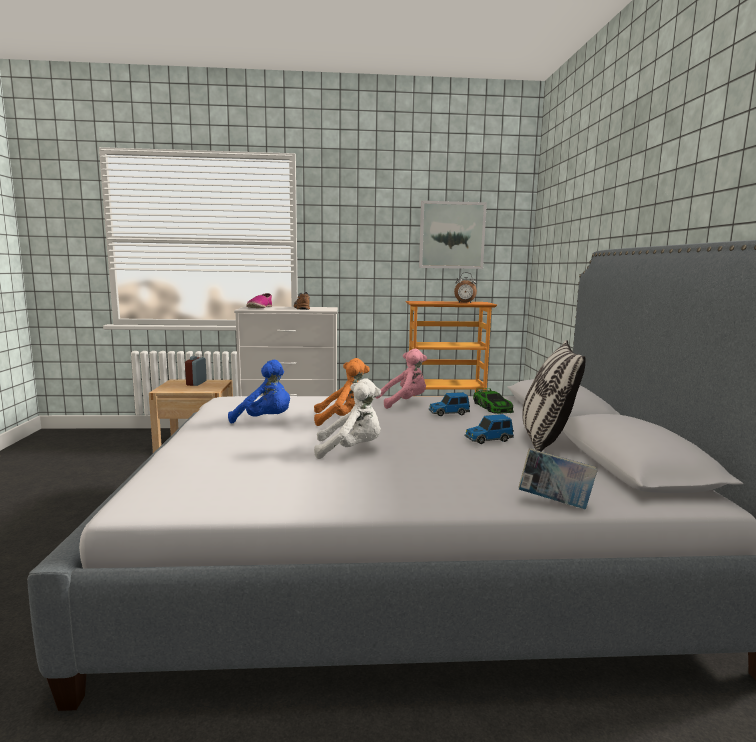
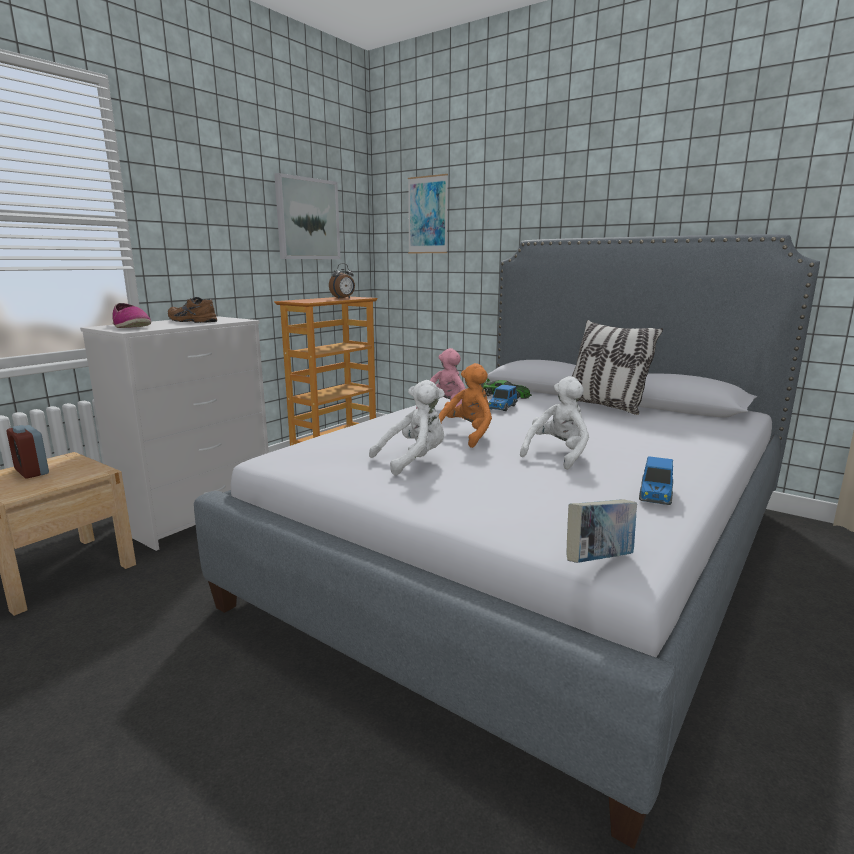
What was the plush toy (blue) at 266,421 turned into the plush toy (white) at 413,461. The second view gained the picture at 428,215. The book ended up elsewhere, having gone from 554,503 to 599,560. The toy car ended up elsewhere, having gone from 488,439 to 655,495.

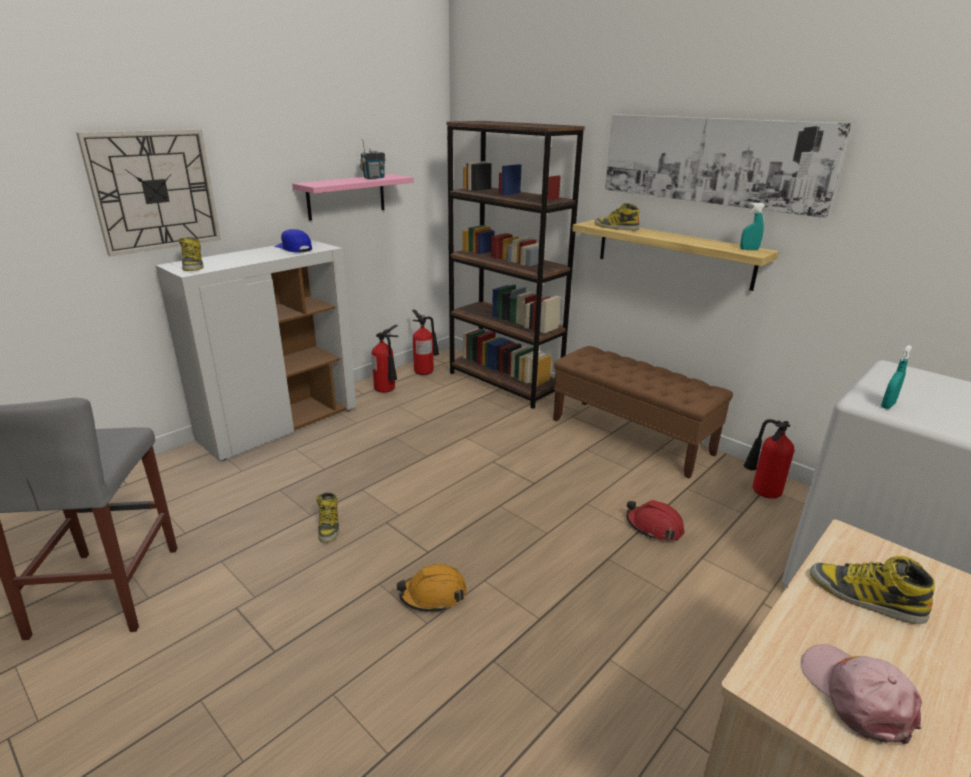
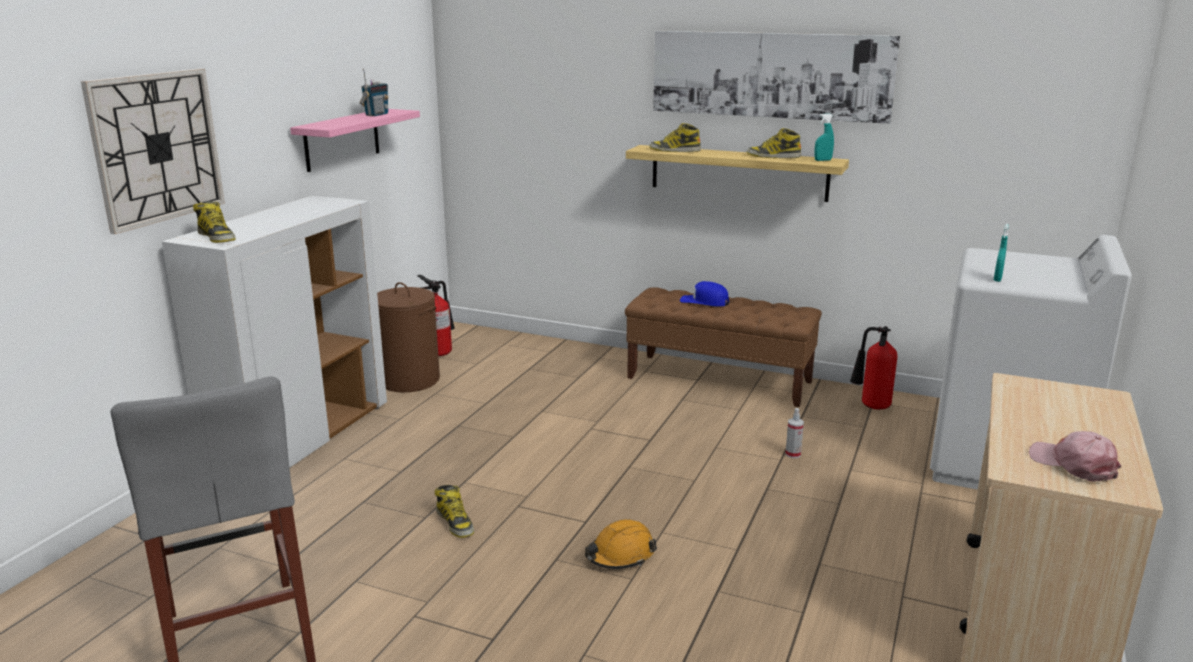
Where the fire extinguisher stood at 387,391, the laundry basket (brown) came to stand at 409,380. The cap (blue) ended up elsewhere, having gone from 294,248 to 704,301. The boot ended up elsewhere, having gone from 865,597 to 773,156. Where the hard hat (red) stood at 654,527, the spray bottle came to stand at 793,454. The second view lost the bookcase (brown) at 504,383.

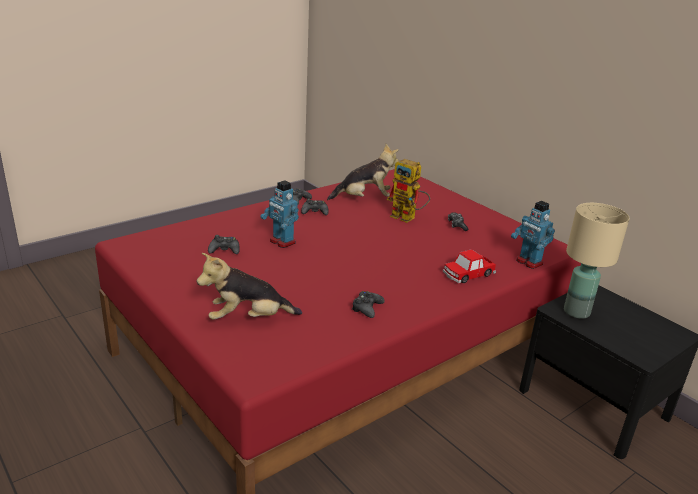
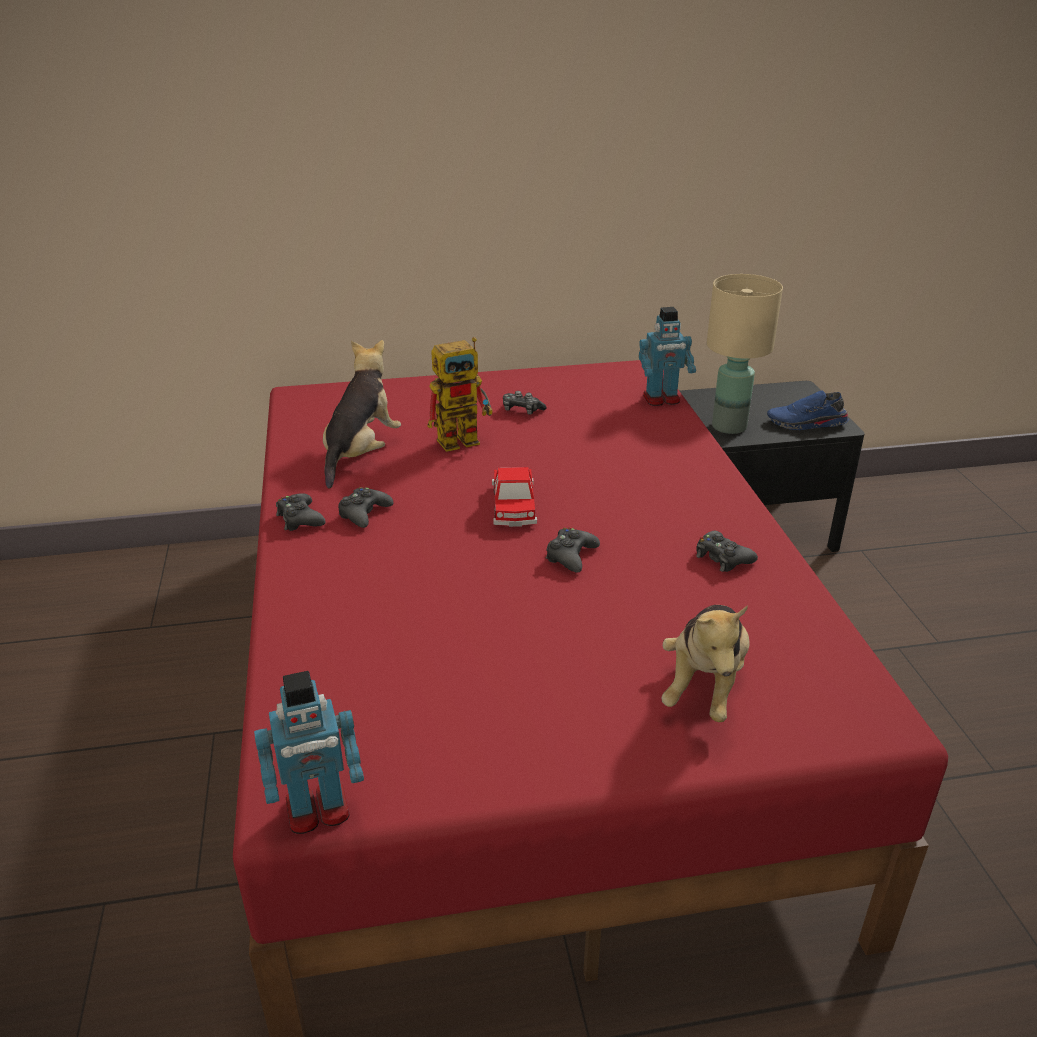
The toy robot ended up elsewhere, having gone from 282,242 to 318,811. The toy car ended up elsewhere, having gone from 468,274 to 514,506. The game controller (black) ended up elsewhere, having gone from 224,250 to 571,556. The second view gained the shoe (blue) at 806,424.

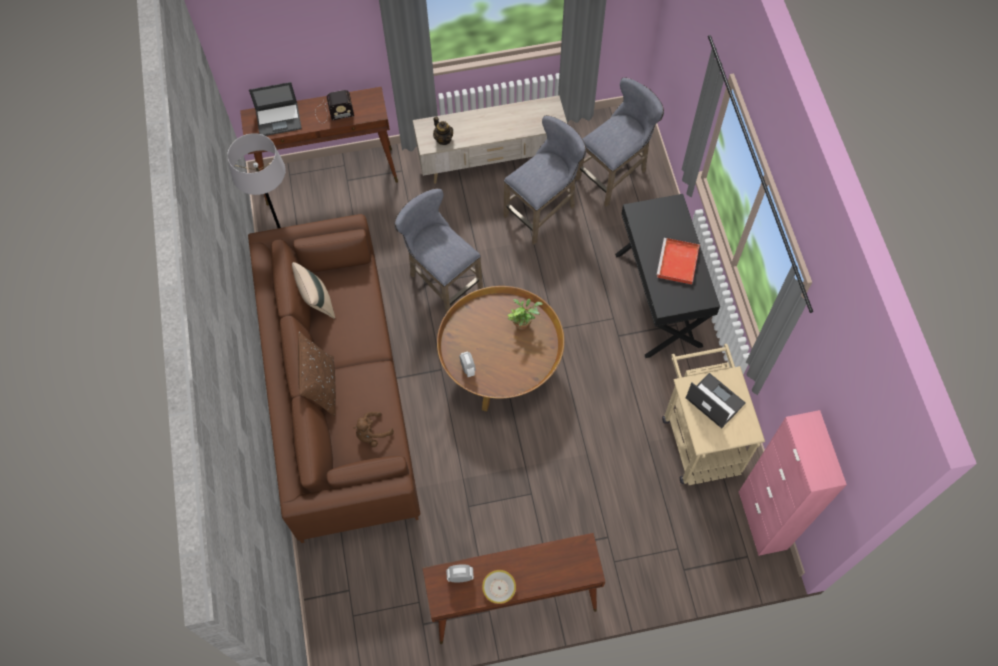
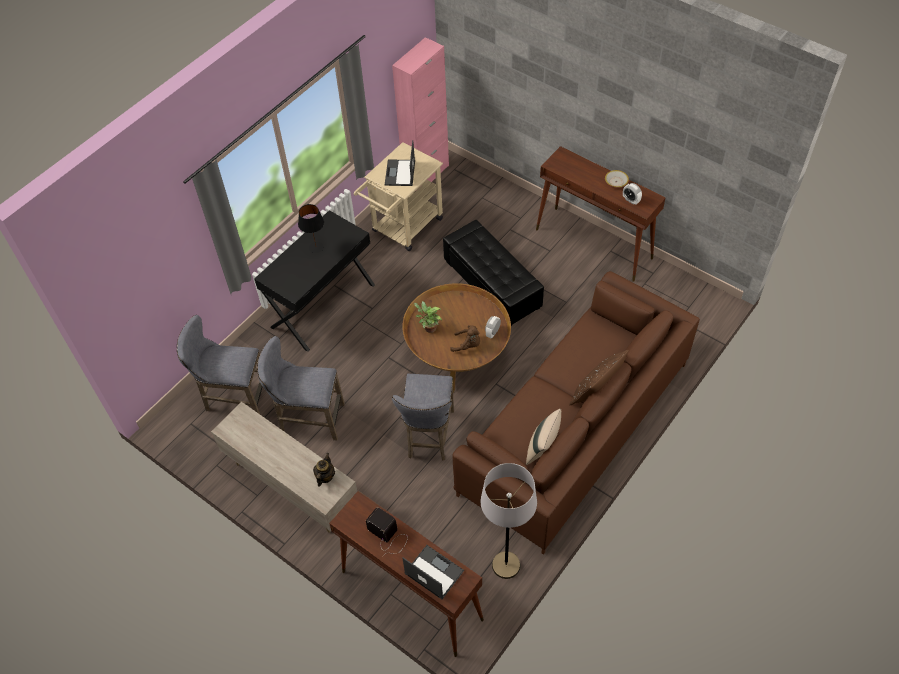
Where the tray (red) stood at 678,263, the table lamp (black) came to stand at 316,247. The second view gained the ottoman (black) at 492,284. The plush toy (brown) ended up elsewhere, having gone from 372,434 to 467,345.

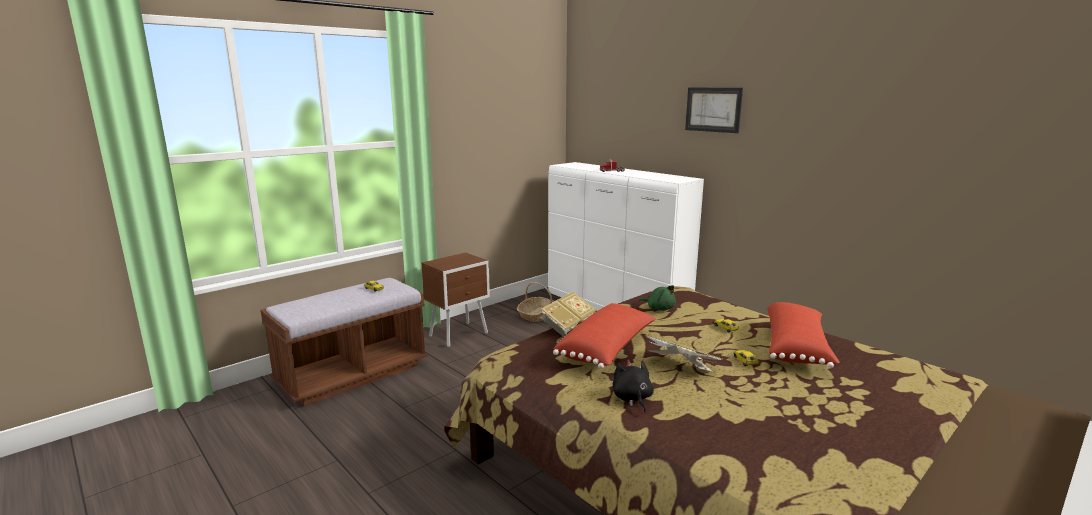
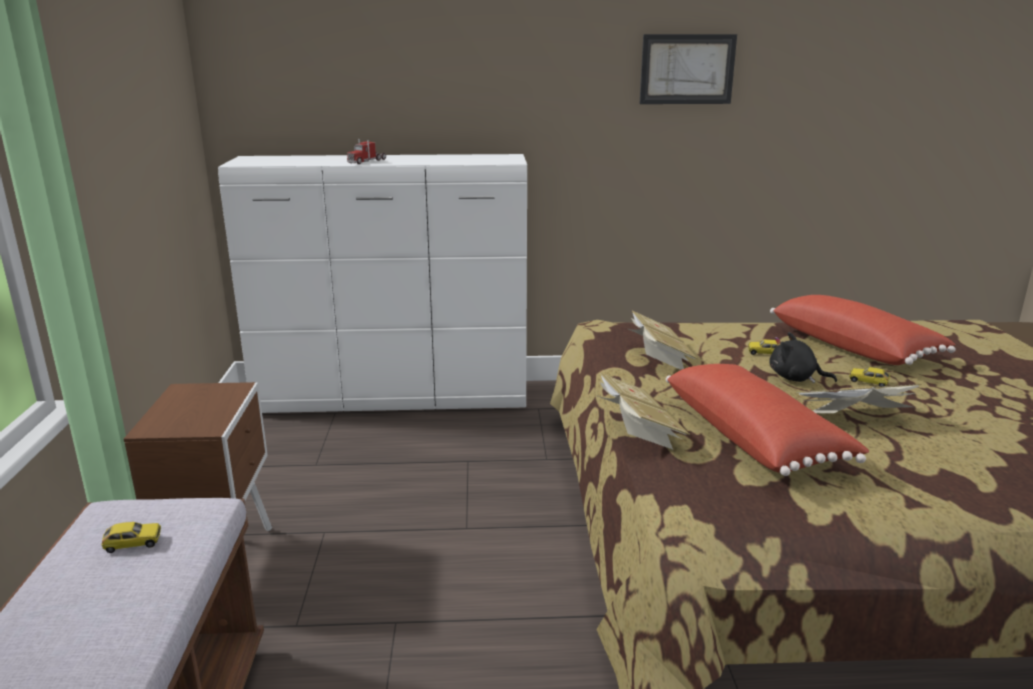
Where the plush toy (green) stood at 659,308, the book came to stand at 658,358. The picture ended up elsewhere, having gone from 713,109 to 687,69. The plush toy (black) ended up elsewhere, having gone from 632,399 to 795,378. The second view lost the basket at 538,315.

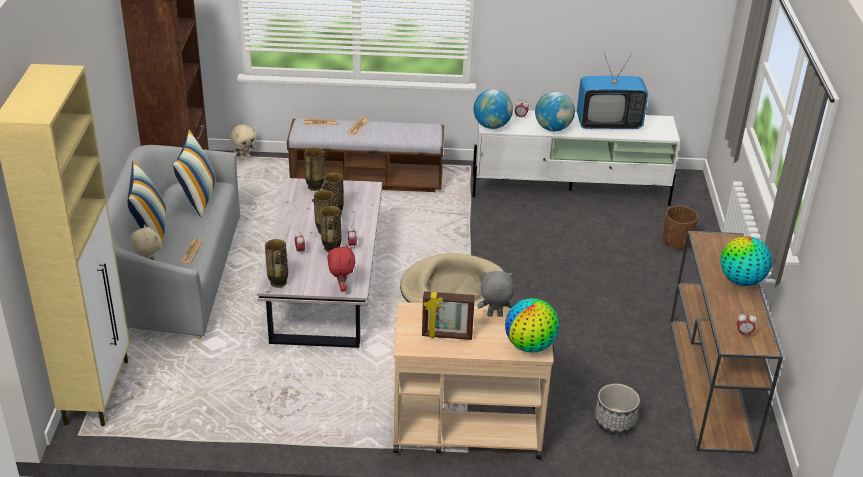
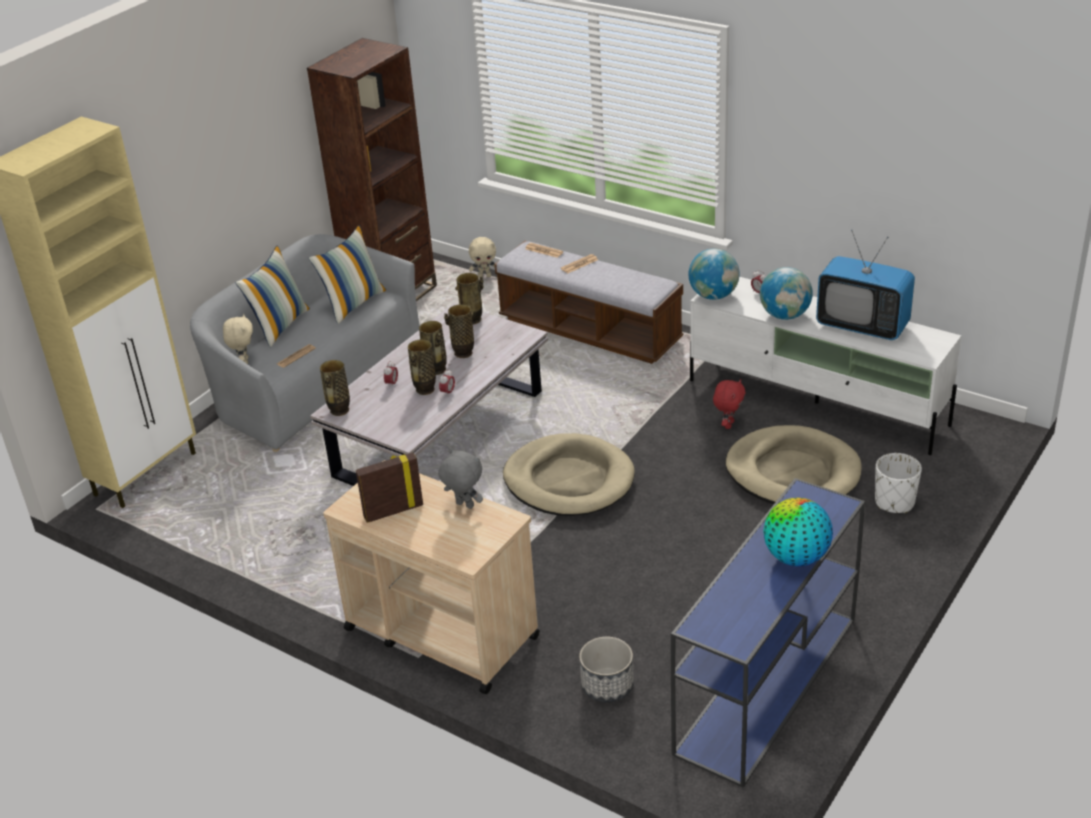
The picture frame at 447,336 ended up facing another way, 120 degrees clockwise from before. What was the console table (brown) at 711,385 turned into the console table (blue) at 766,686. The plush toy (red) ended up elsewhere, having gone from 341,287 to 728,424. The second view gained the dog bed (beige) at 793,472. What was the planter (brown) at 677,241 turned into the planter (white) at 894,502. The second view lost the globe at 530,345. The second view lost the alarm clock at 744,333.

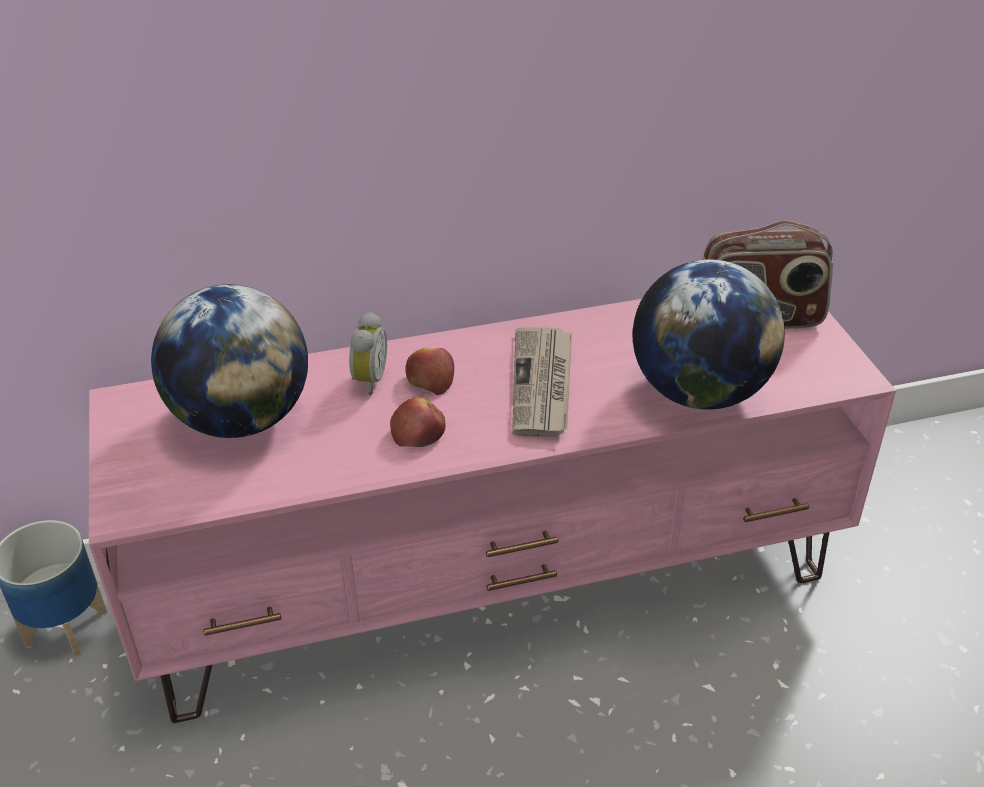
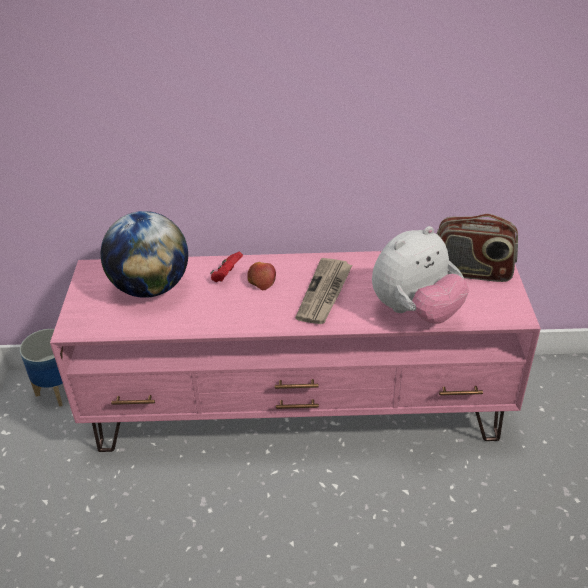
Where the alarm clock stood at 367,380, the game controller (red) came to stand at 226,276. Where the globe stood at 699,392, the plush toy came to stand at 415,311. The second view lost the apple at 419,432.

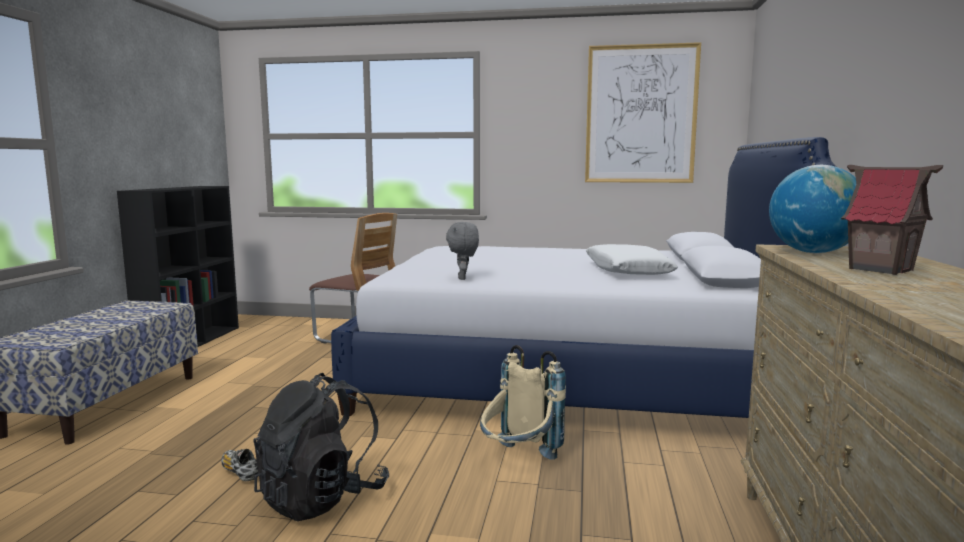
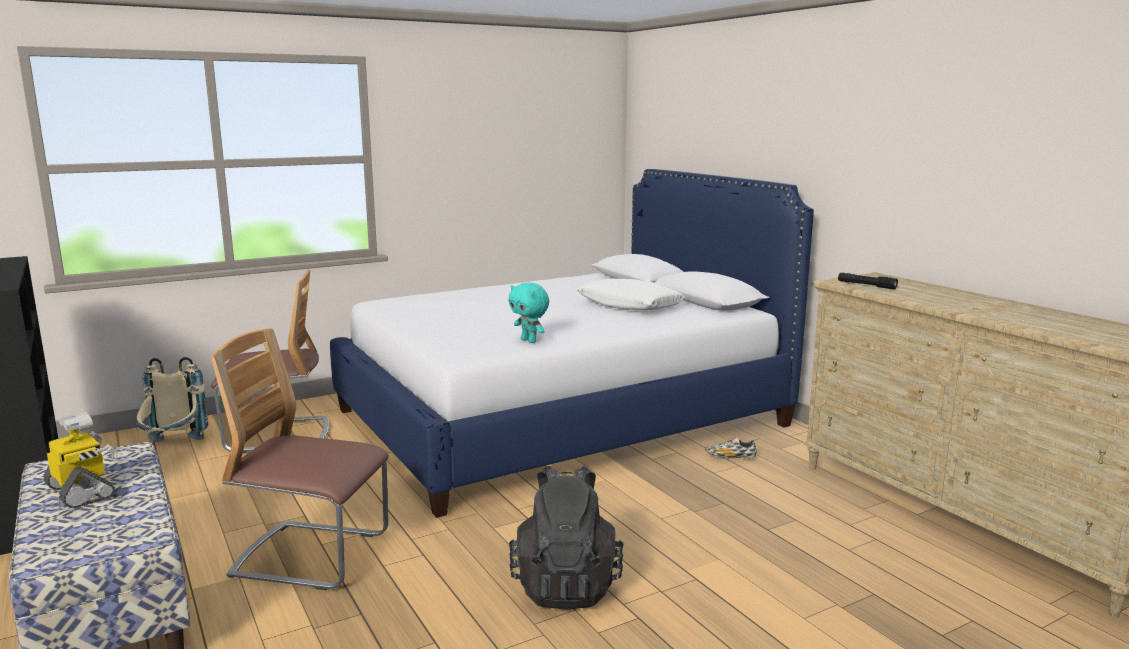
The second view gained the toy robot at 82,492. The backpack (beige) ended up elsewhere, having gone from 518,461 to 173,447. The second view gained the chair at 311,556. What was the plush toy (grey) at 463,278 turned into the plush toy (turquoise) at 529,341. The shoe ended up elsewhere, having gone from 240,472 to 730,457. Where the globe stood at 812,252, the flashlight (black) came to stand at 866,285. The second view lost the picture at 640,114. The second view lost the toy house at 881,269.

